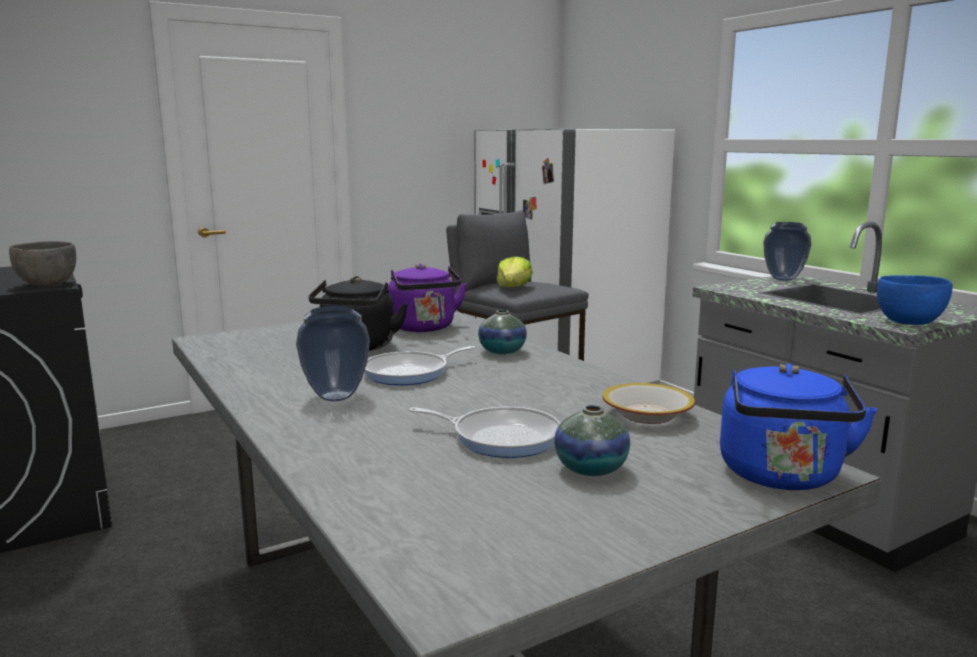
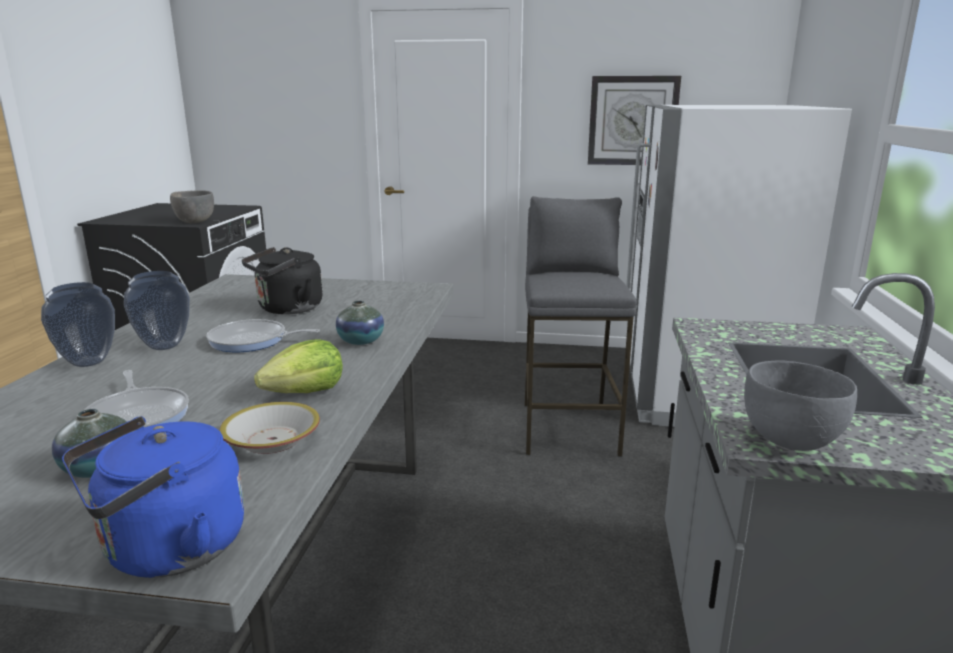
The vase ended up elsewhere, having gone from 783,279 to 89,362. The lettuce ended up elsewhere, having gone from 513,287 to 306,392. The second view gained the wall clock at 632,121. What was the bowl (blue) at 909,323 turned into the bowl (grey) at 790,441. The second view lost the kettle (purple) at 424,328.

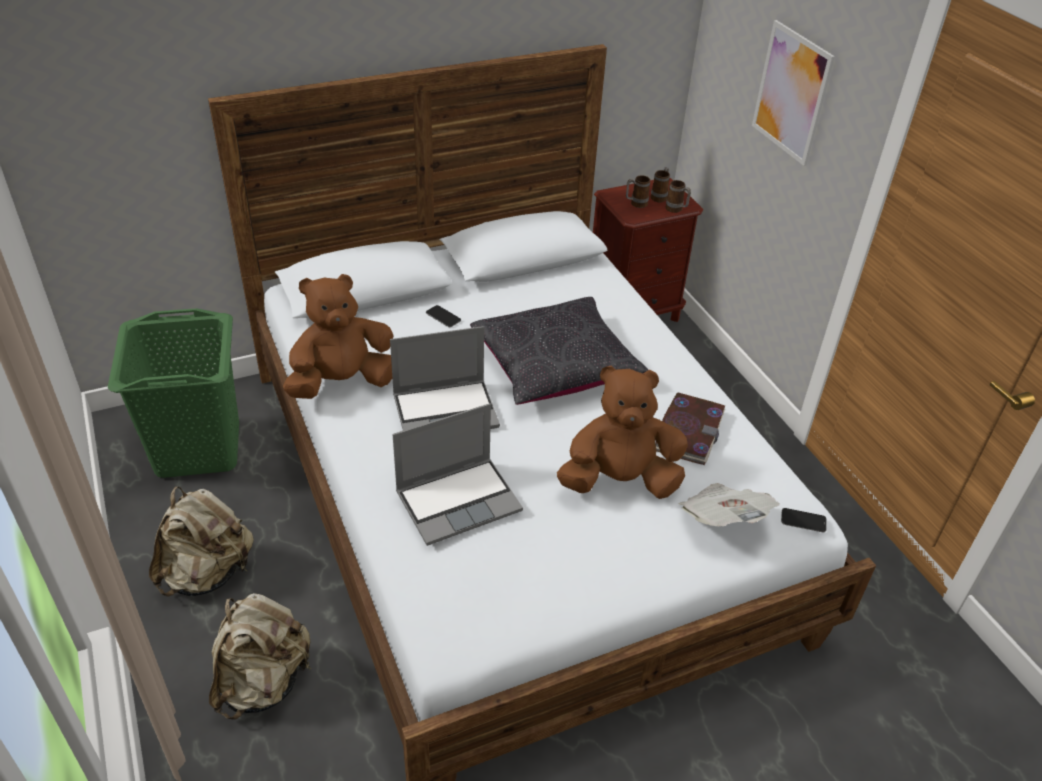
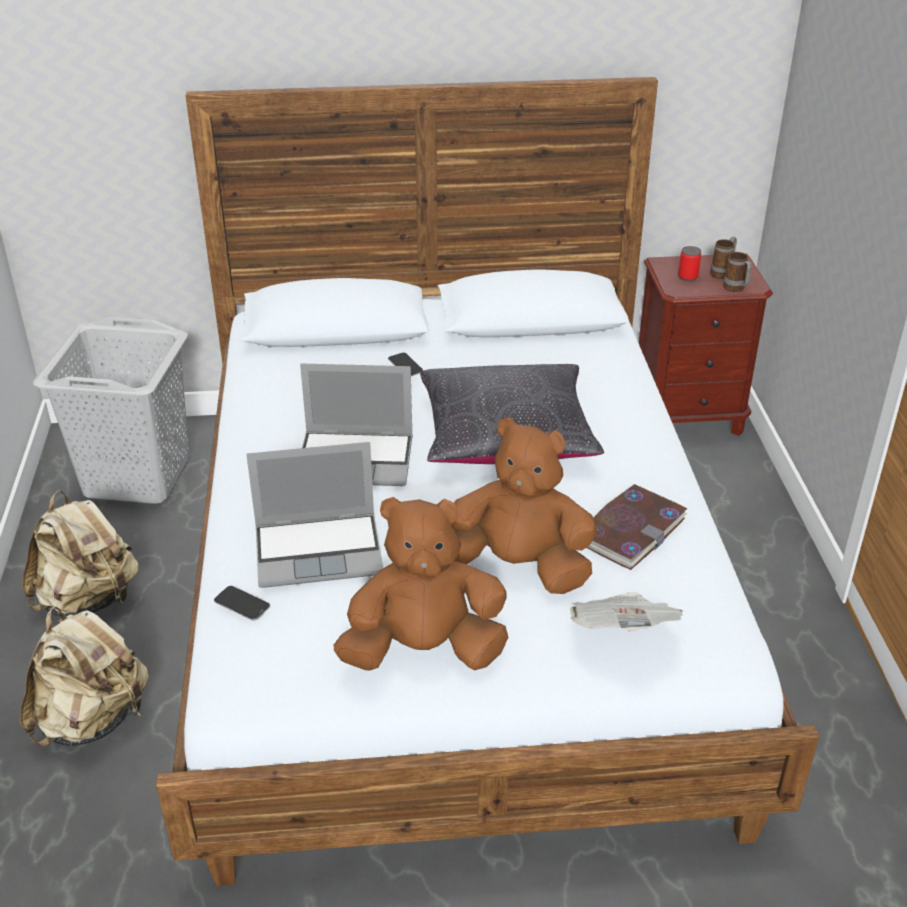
What was the laundry basket (green) at 199,447 turned into the laundry basket (grey) at 138,476. The phone ended up elsewhere, having gone from 803,521 to 242,604. The plush toy (brown) ended up elsewhere, having gone from 342,383 to 424,650. Where the mug stood at 635,204, the can came to stand at 687,277. The second view lost the picture at 791,93.

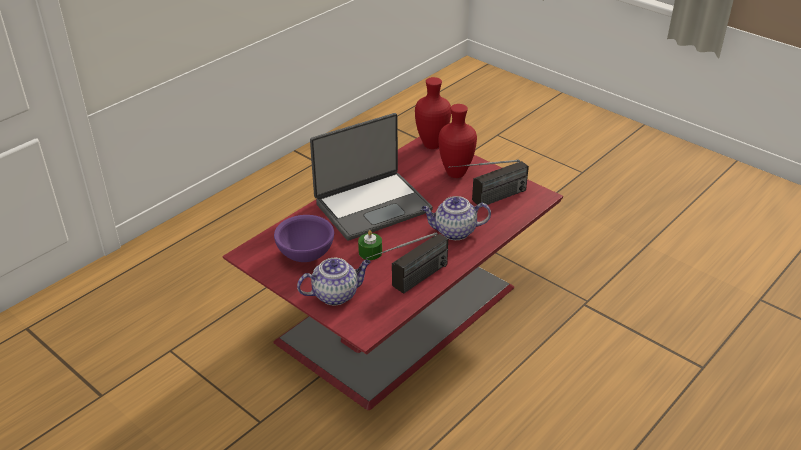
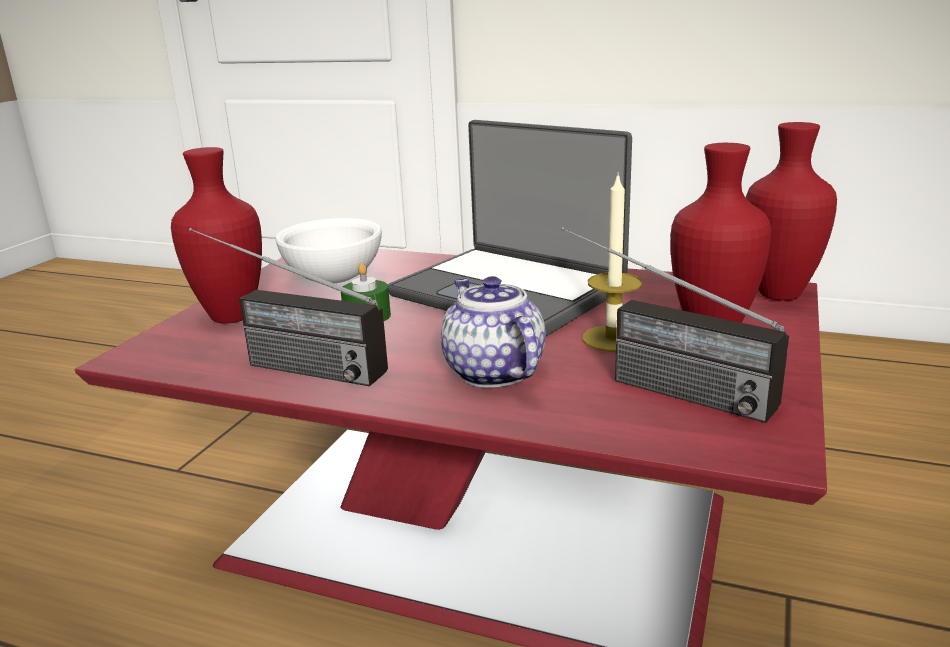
Where the teapot stood at 336,294, the vase (red) came to stand at 234,317. What was the bowl (purple) at 306,254 turned into the bowl (white) at 336,279. The second view gained the candle at 613,339.

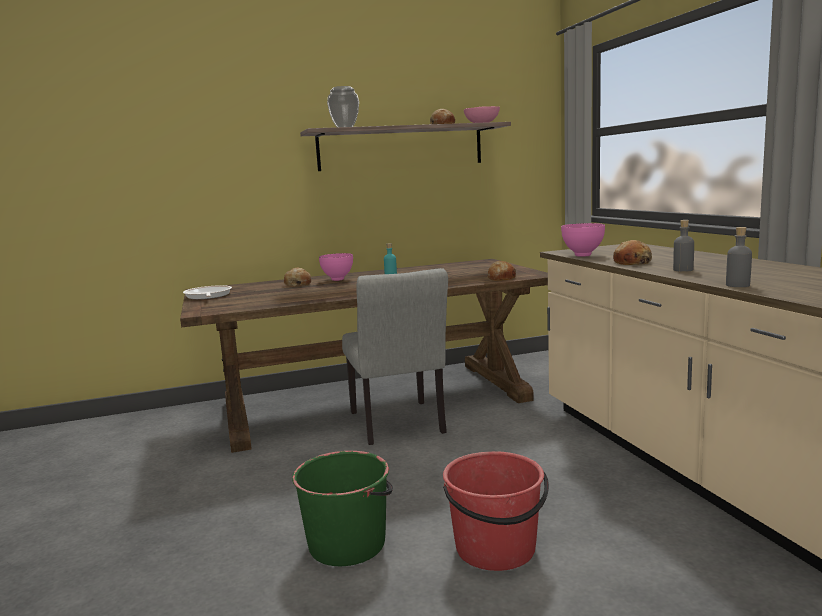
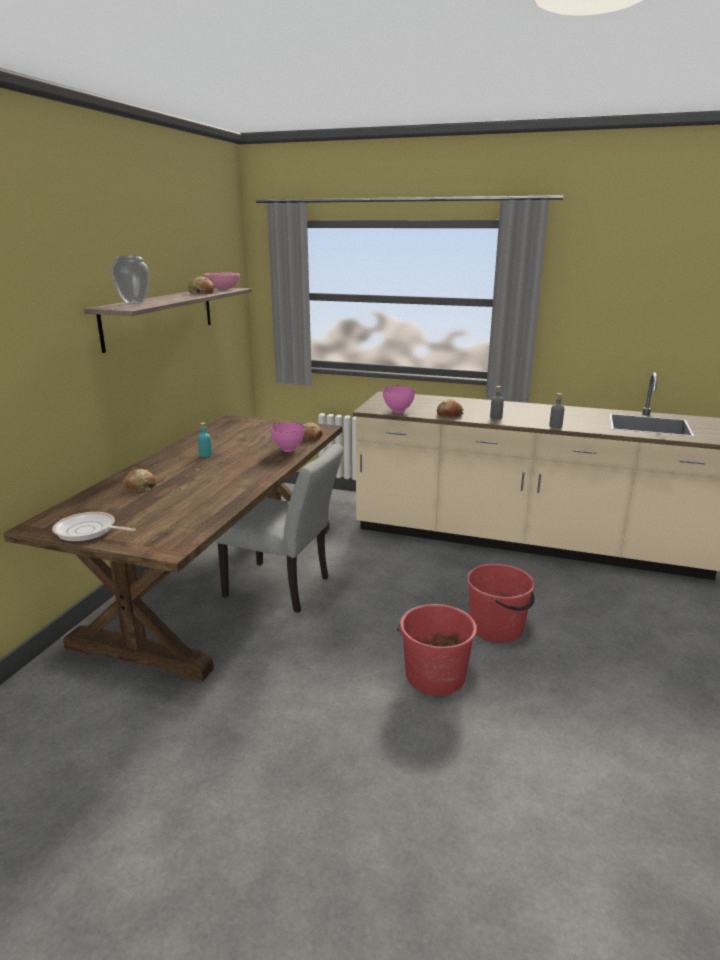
The bowl (pink) ended up elsewhere, having gone from 338,280 to 289,450. What was the bucket (green) at 348,544 turned into the bucket (red) at 435,675.

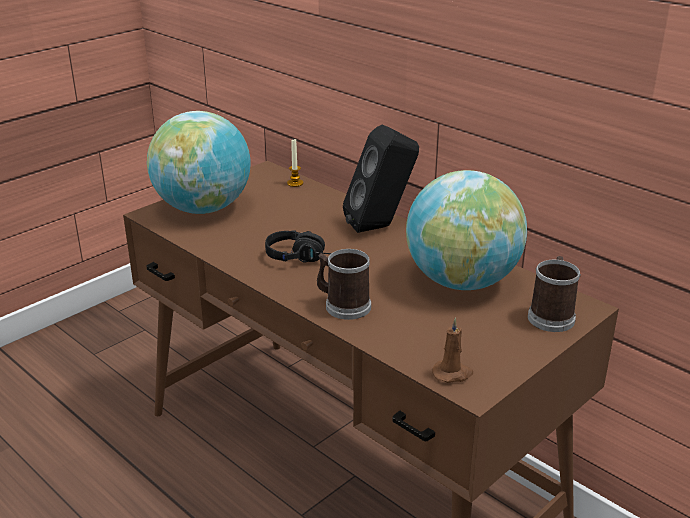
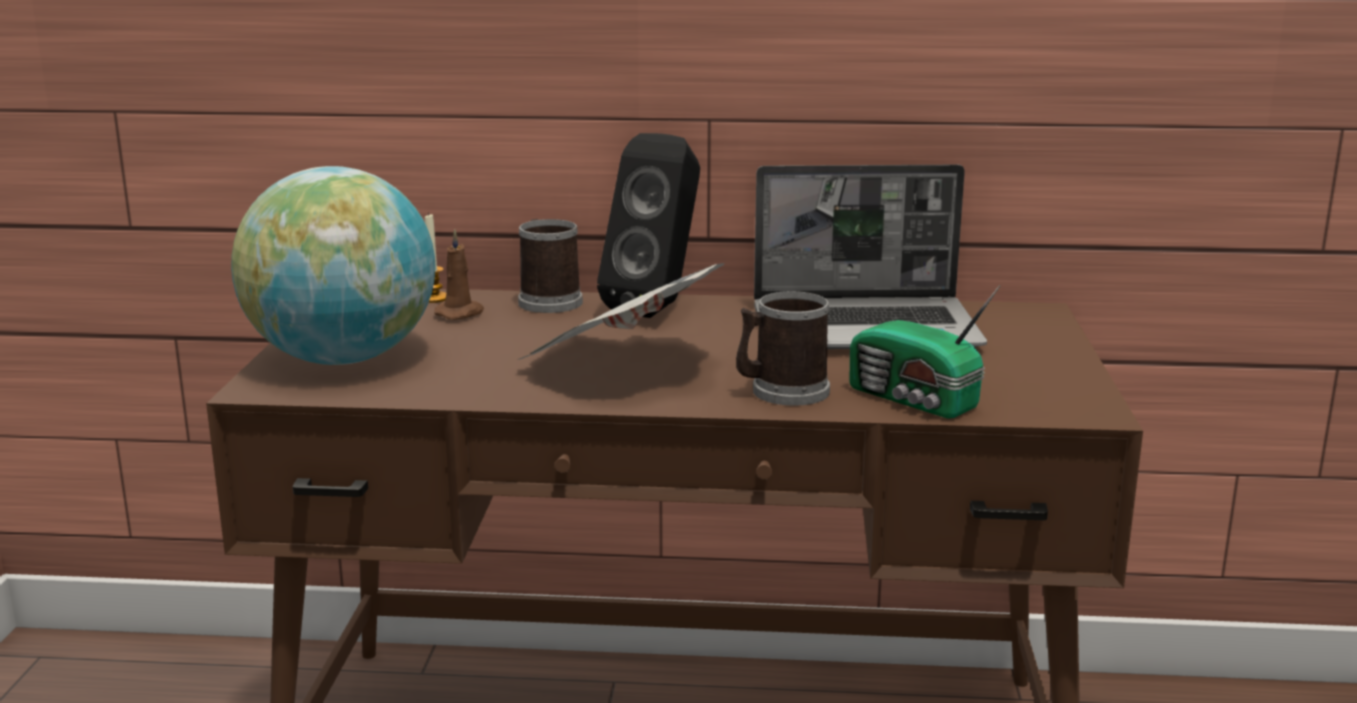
The candle (brown) ended up elsewhere, having gone from 452,374 to 461,313. Where the headphones (black) stood at 302,257, the newspaper came to stand at 620,365. The mug ended up elsewhere, having gone from 551,315 to 548,300. Where the globe stood at 461,281, the laptop came to stand at 867,328. The second view gained the radio at 914,400.

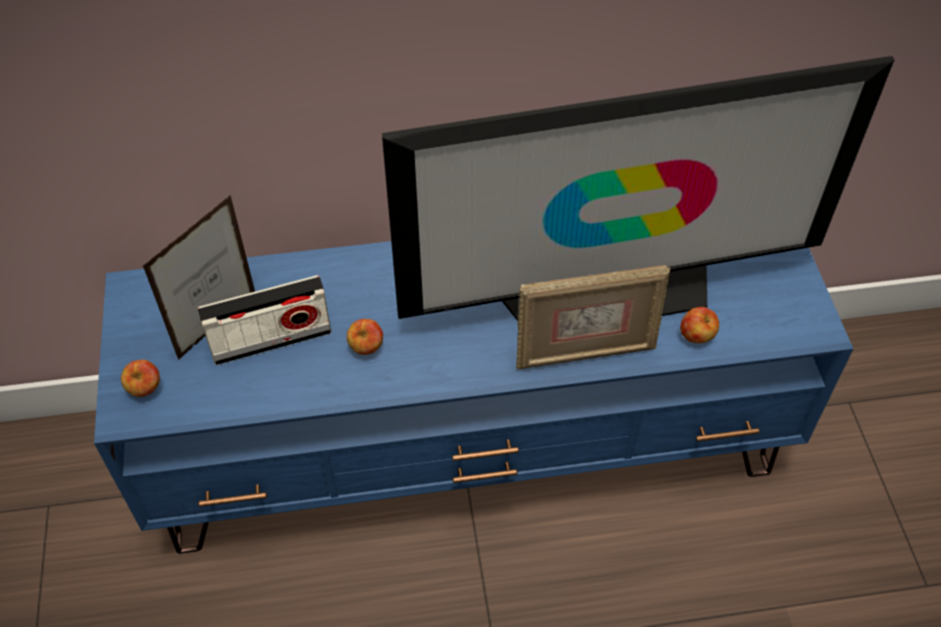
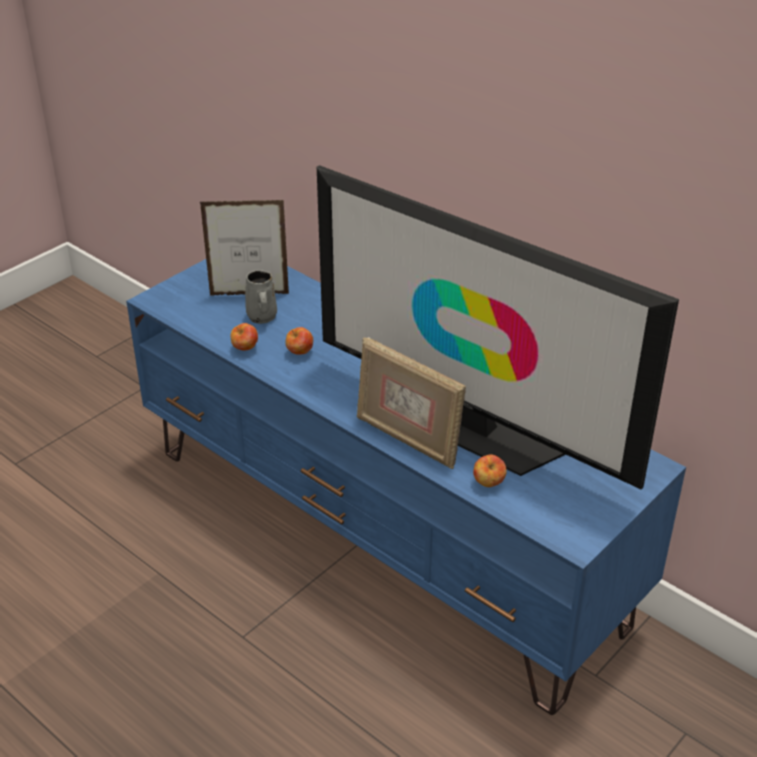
The apple ended up elsewhere, having gone from 145,388 to 245,348. Where the radio stood at 271,340, the mug (grey) came to stand at 262,317.

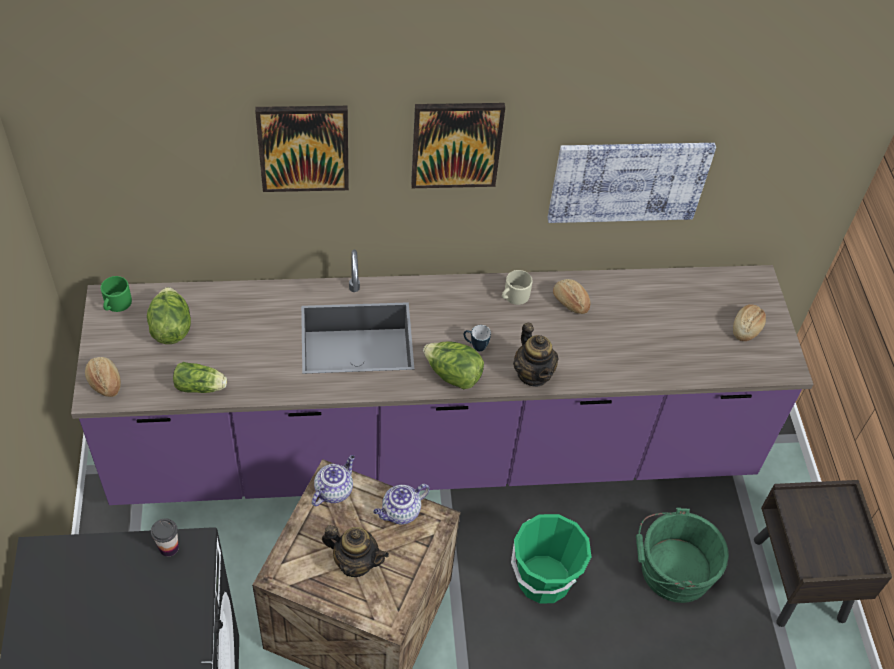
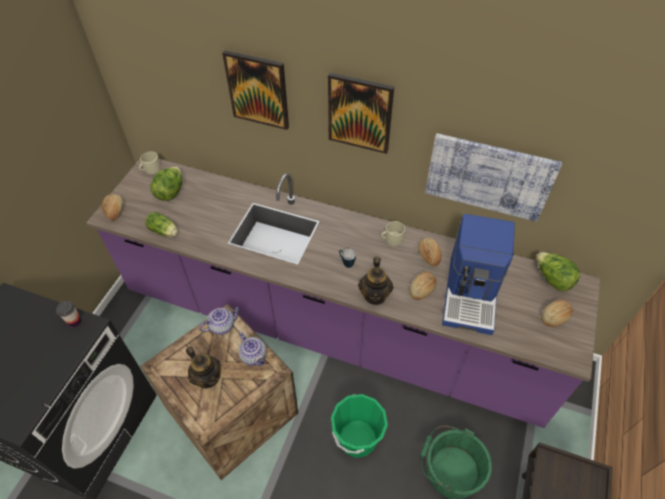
What was the mug (green) at 116,304 turned into the mug (beige) at 150,169. The teapot at 400,512 ended up facing another way, 120 degrees counterclockwise from before. The second view gained the bread at 422,289. The second view gained the coffee machine at 471,294. The lettuce ended up elsewhere, having gone from 452,375 to 552,279.

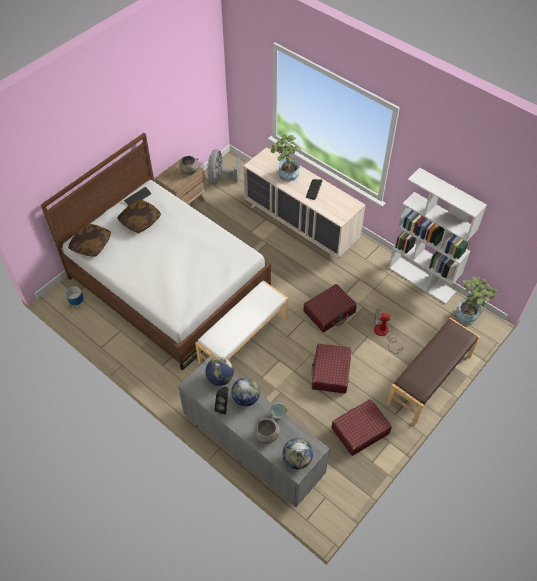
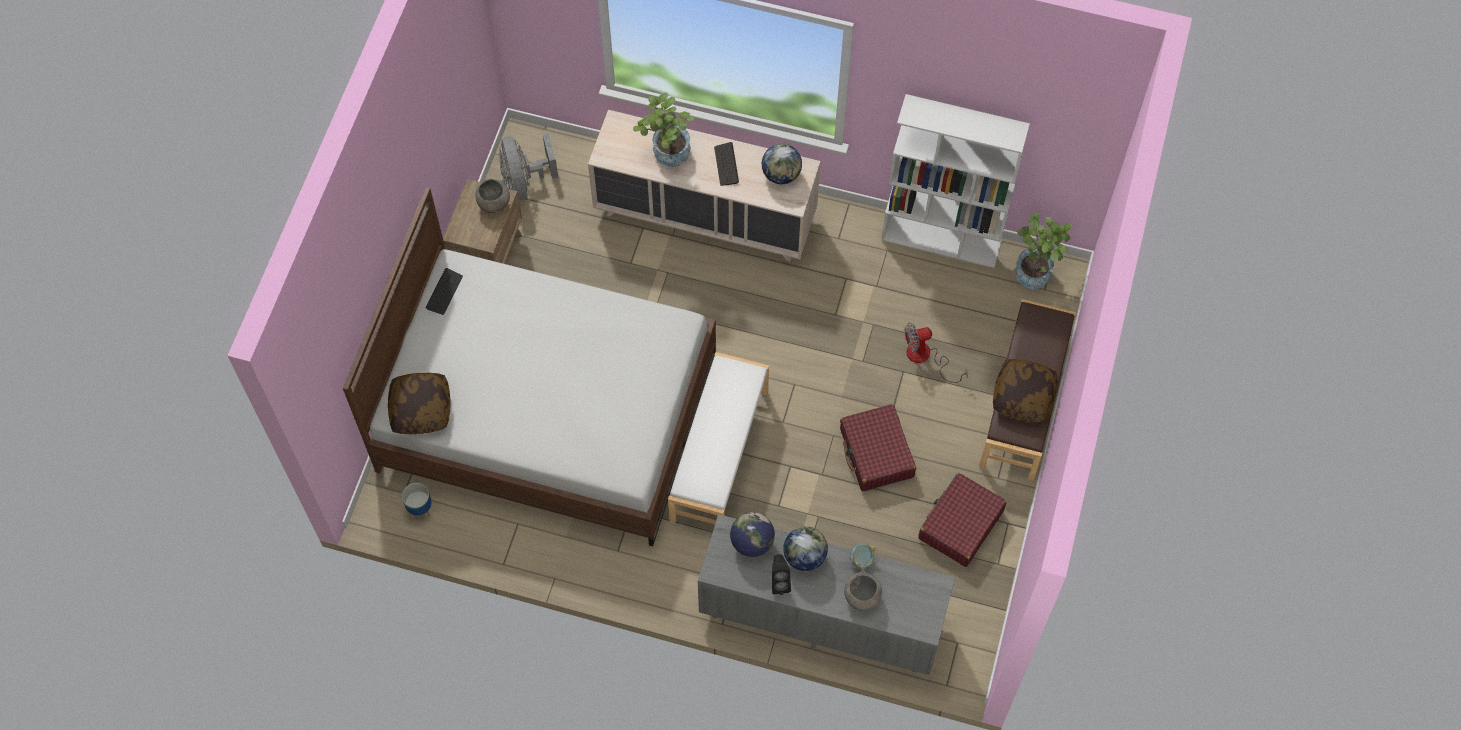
The globe ended up elsewhere, having gone from 297,459 to 781,174. The pillow ended up elsewhere, having gone from 140,220 to 1023,396. The second view lost the suitcase (red) at 329,312.

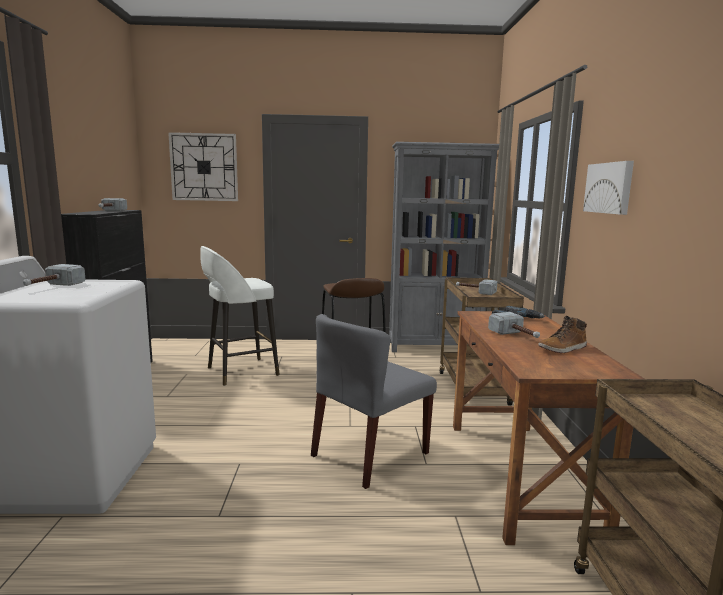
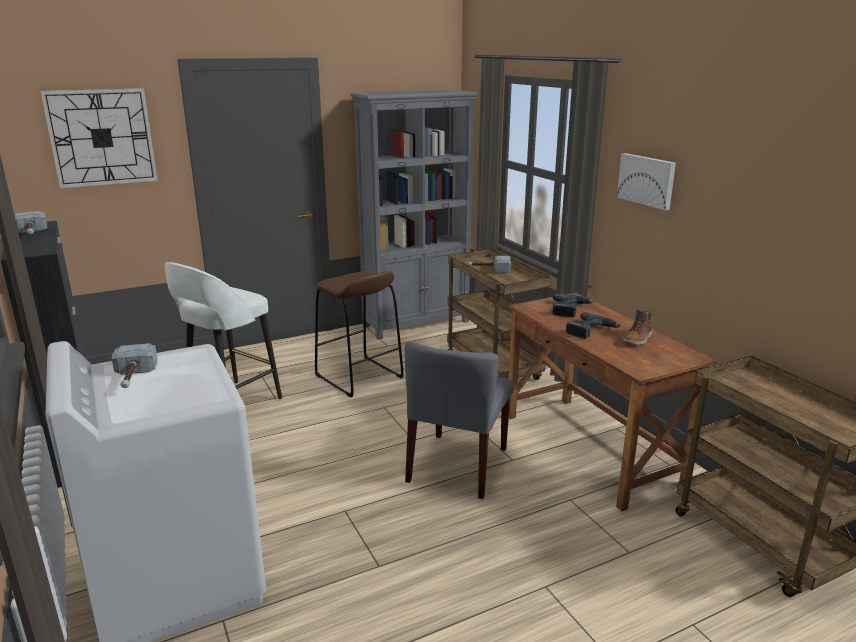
Where the hammer stood at 516,336, the power drill came to stand at 591,330.

